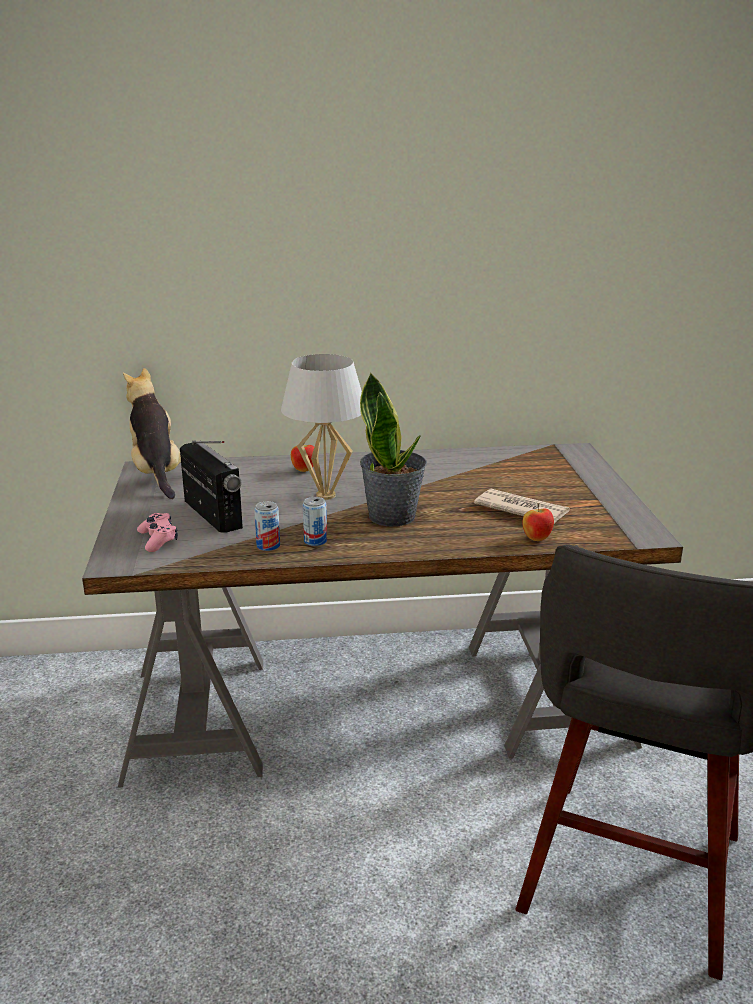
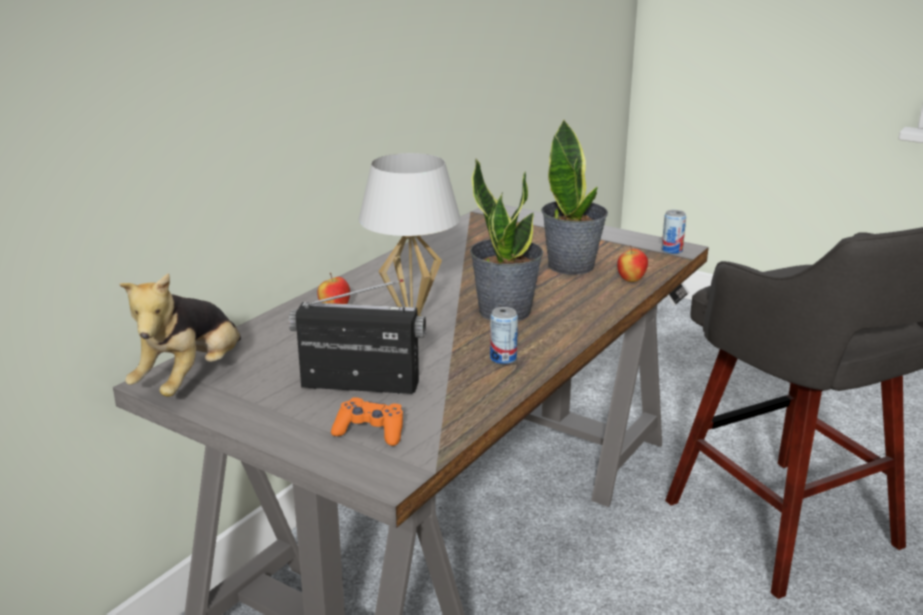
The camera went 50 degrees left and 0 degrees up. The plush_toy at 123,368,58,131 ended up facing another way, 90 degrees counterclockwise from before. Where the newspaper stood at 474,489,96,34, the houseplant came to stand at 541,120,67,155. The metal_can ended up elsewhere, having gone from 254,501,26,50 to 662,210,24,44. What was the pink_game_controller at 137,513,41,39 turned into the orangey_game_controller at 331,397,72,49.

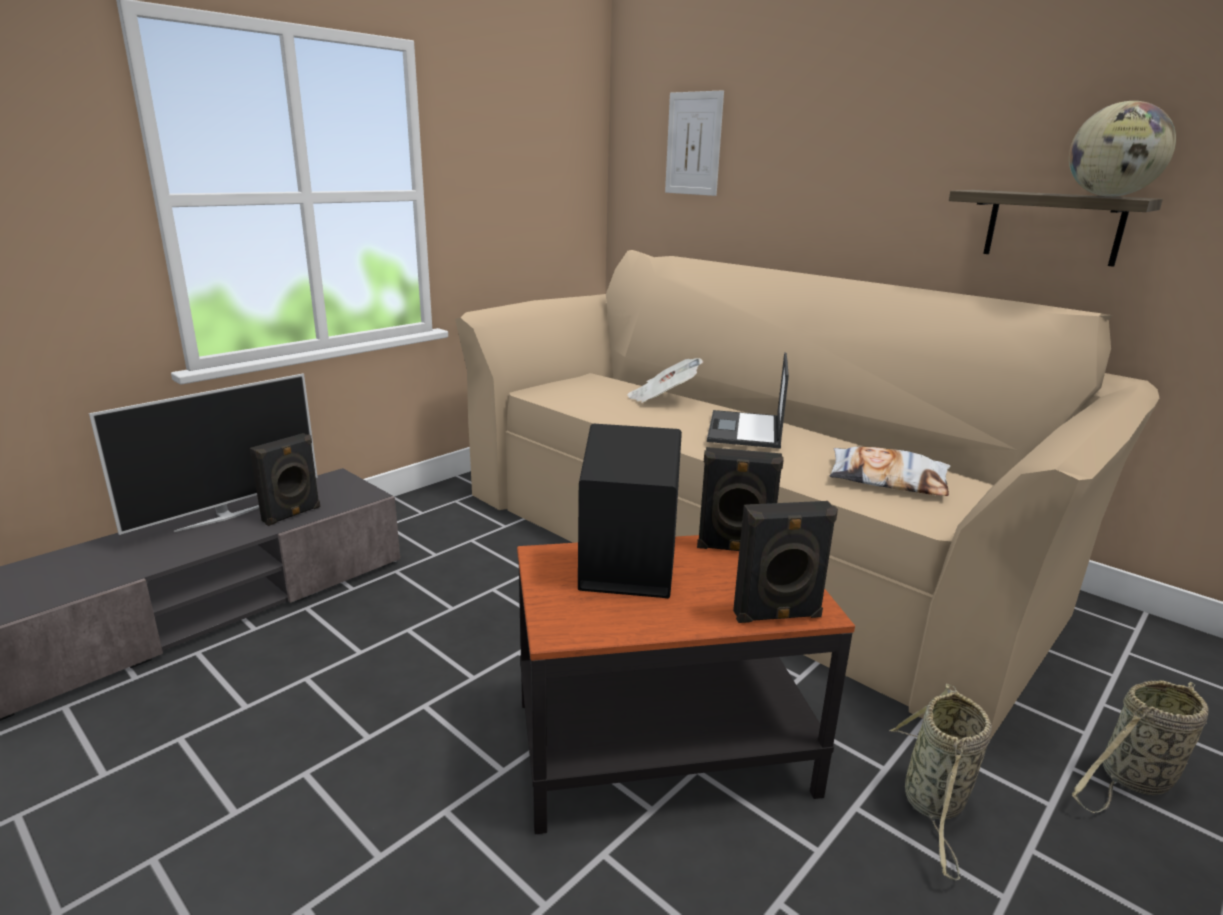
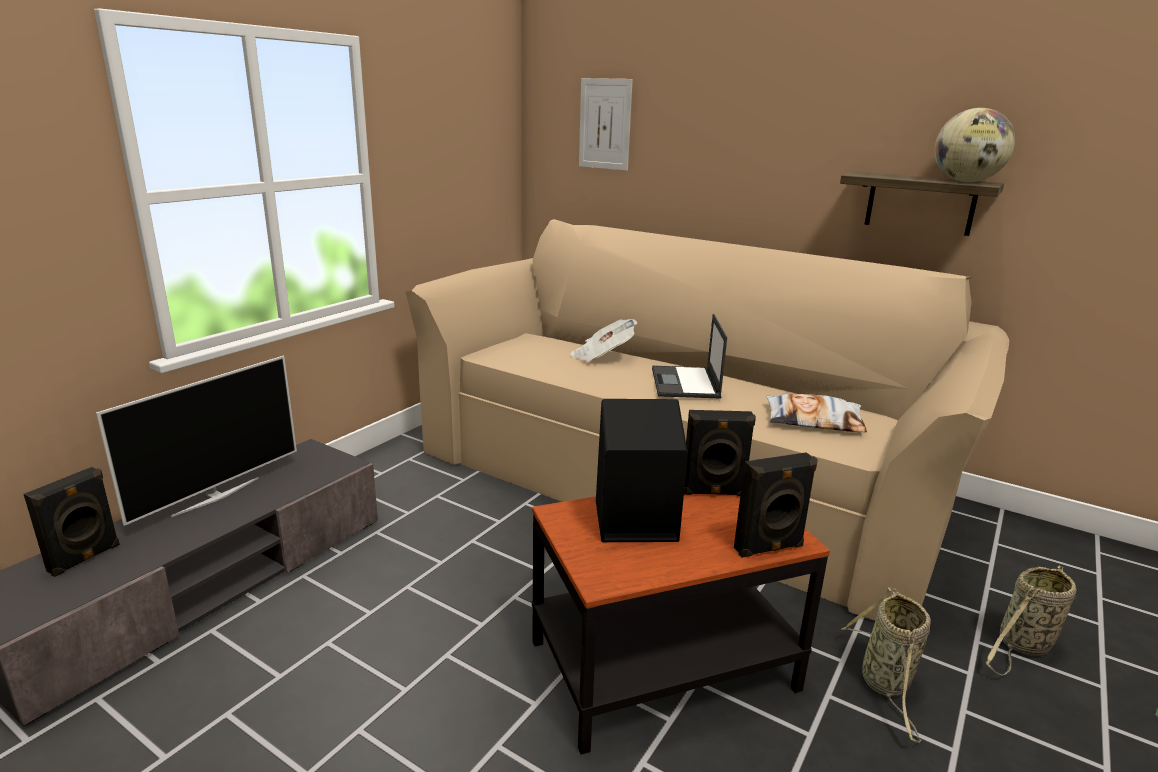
The camera went 10 degrees left and 0 degrees up. The black_speaker ended up elsewhere, having gone from 250,433,70,93 to 24,467,96,110.

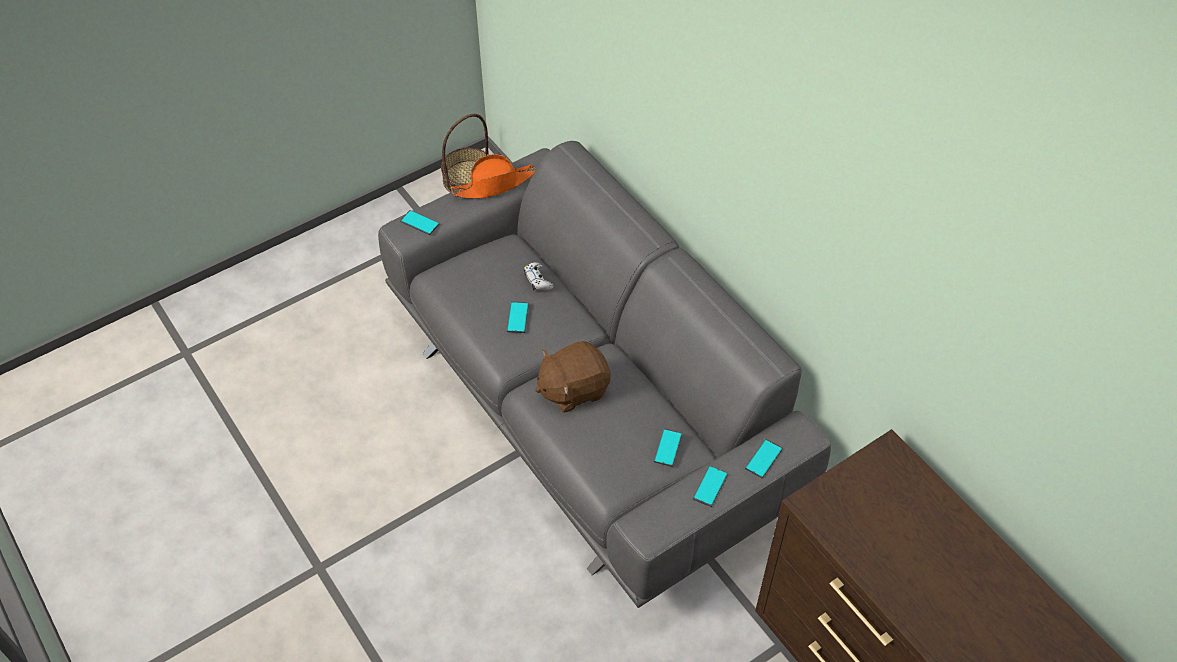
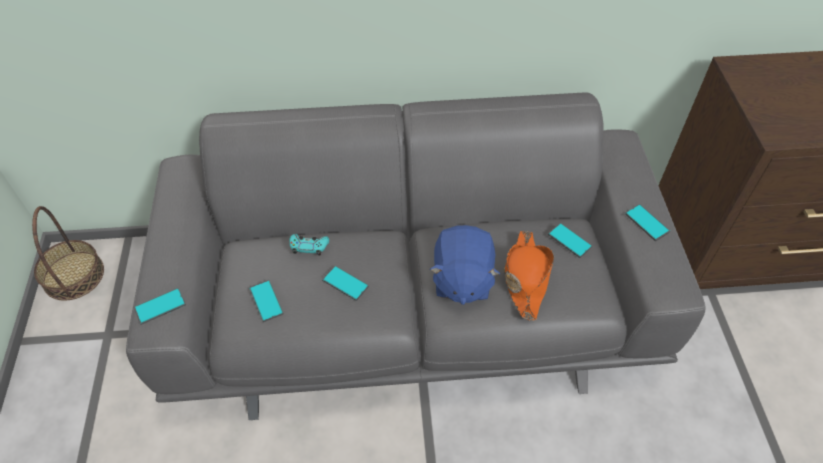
The camera went 60 degrees left and 0 degrees up. The orangey_clothing_hat ended up elsewhere, having gone from 451,154,85,45 to 503,230,51,91. What was the whitish_game_controller at 524,262,30,28 turned into the blue-green_game_controller at 289,234,40,22. What was the brown_plush_toy at 535,341,76,72 turned into the bluish_plush_toy at 430,225,70,80. The phone ended up elsewhere, having gone from 745,439,38,39 to 249,280,35,42.

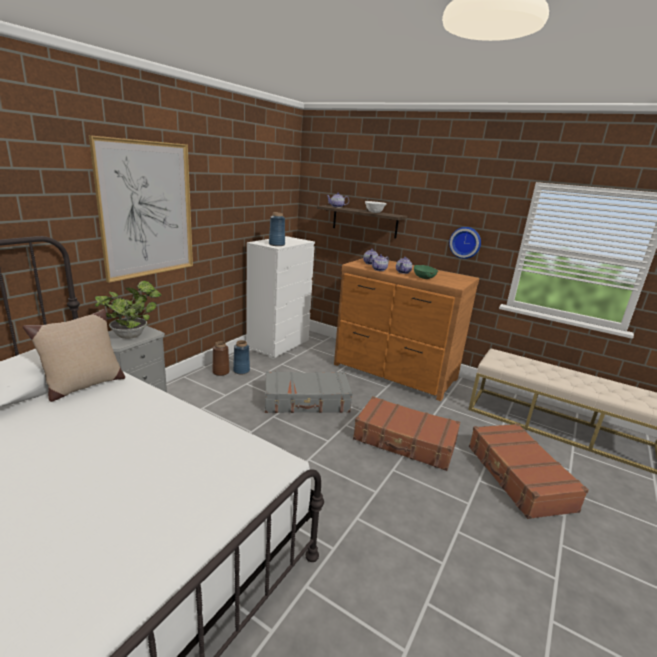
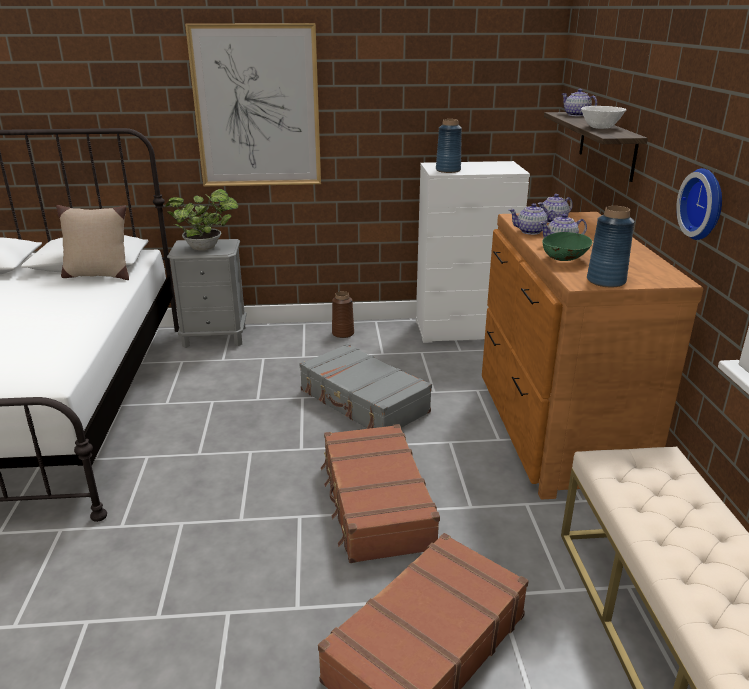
The camera went 55 degrees right and 5 degrees up. The bluish_vase ended up elsewhere, having gone from 233,340,17,34 to 587,206,48,81.

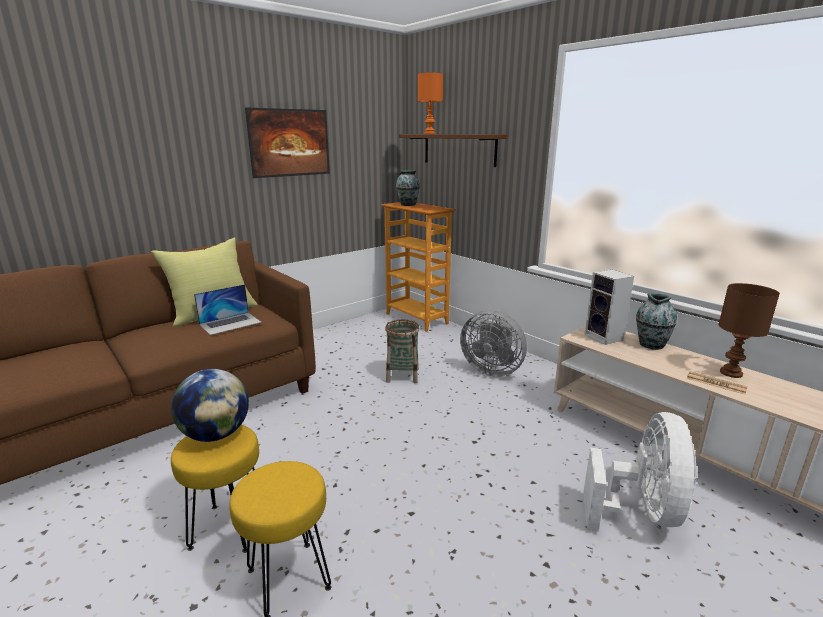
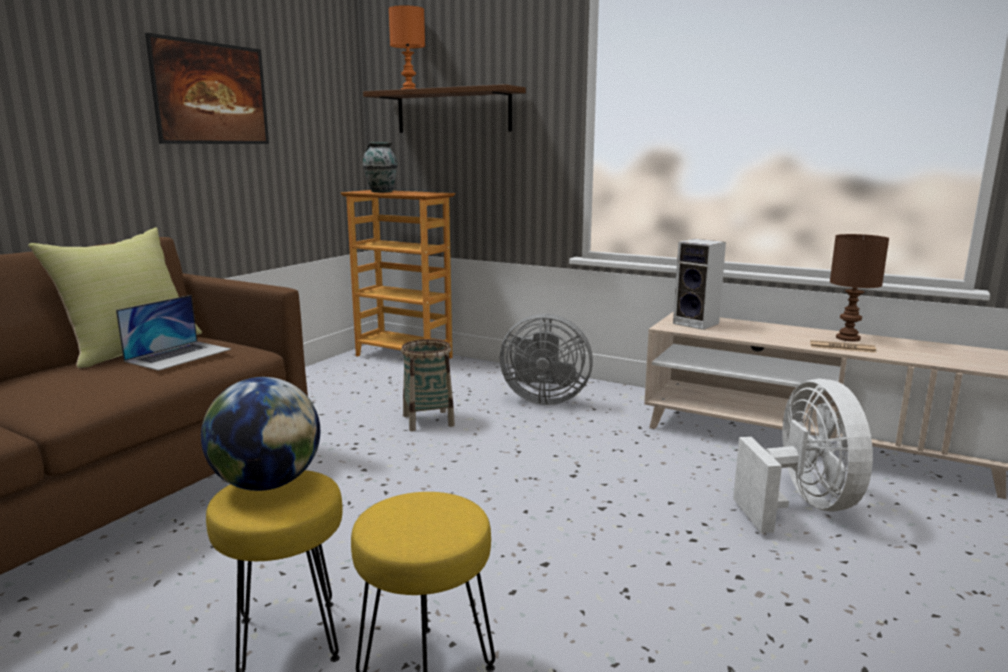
The camera went 20 degrees left and 5 degrees down. The second view lost the vase at 636,293,41,57.

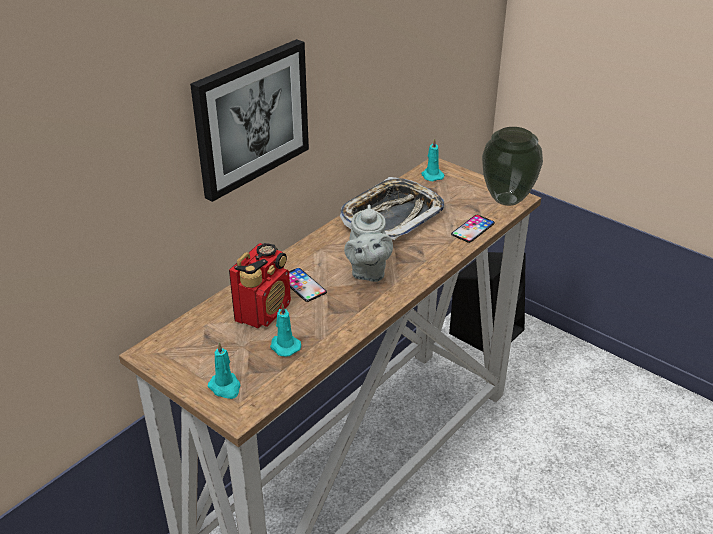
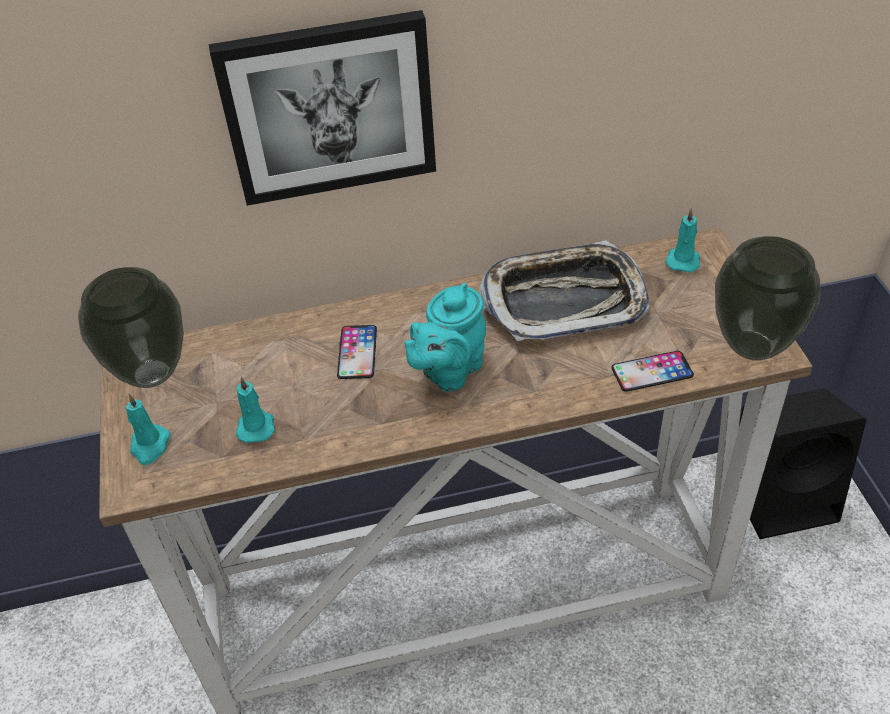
The camera went 40 degrees right and 10 degrees up. What was the grey_teapot at 344,205,49,77 turned into the blue-green_teapot at 404,283,82,109. The second view lost the radio_receiver at 229,243,62,85. The second view gained the vase at 78,267,106,121.

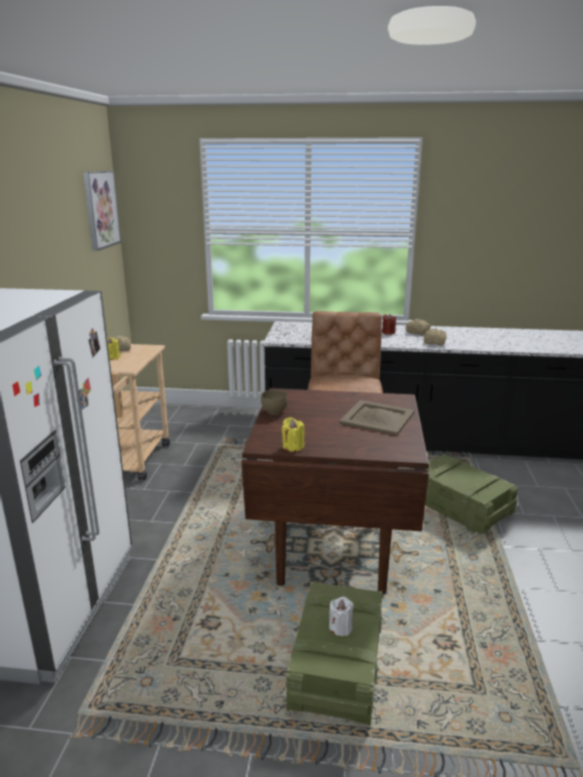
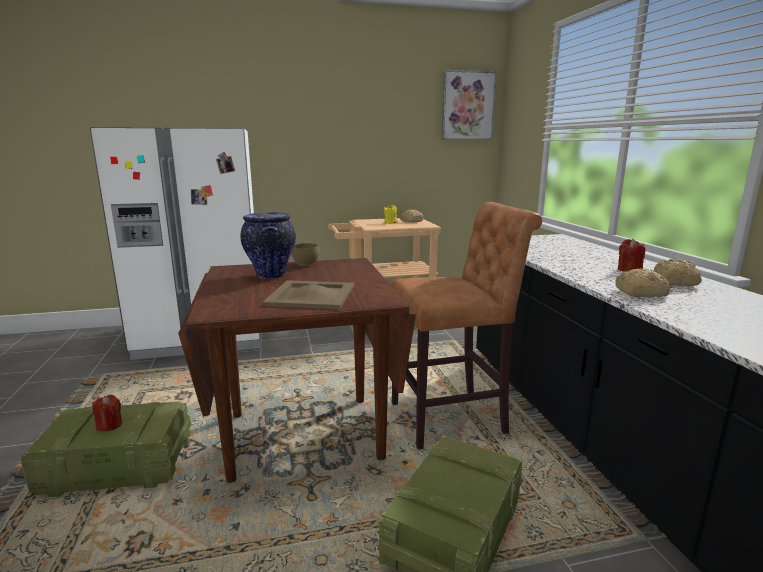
The camera went 70 degrees right and 5 degrees down. The second view lost the yellow_candle at 282,417,23,35. What was the whitish_candle at 329,597,25,39 turned into the red_candle at 93,395,29,37. The second view gained the vase at 241,212,55,67.

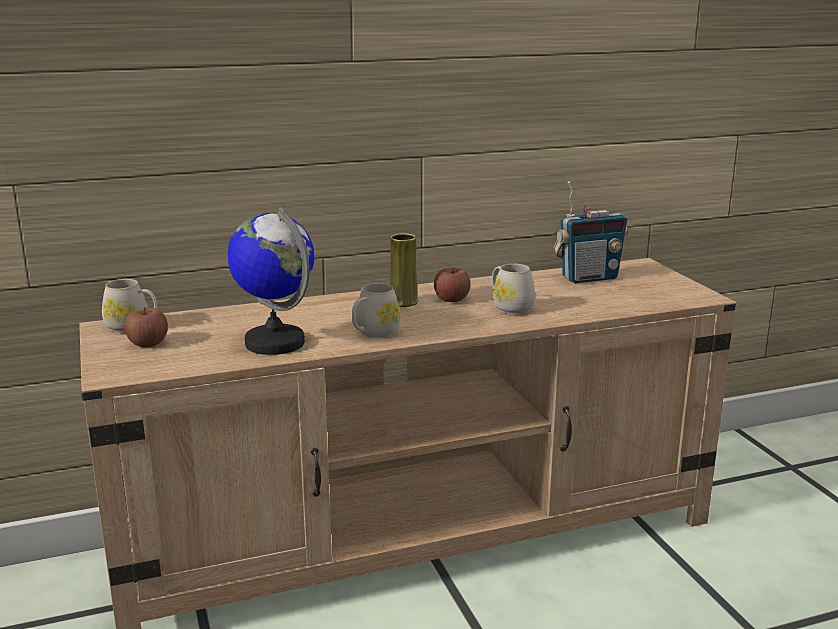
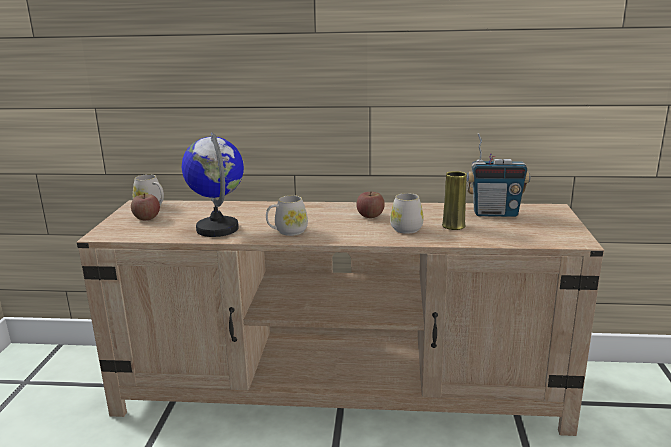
The camera went 25 degrees right and 0 degrees up. The yellow_vase ended up elsewhere, having gone from 390,234,28,73 to 442,171,25,59.

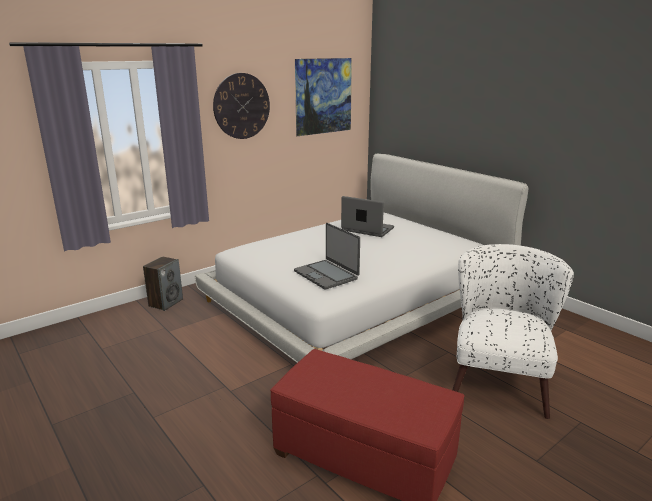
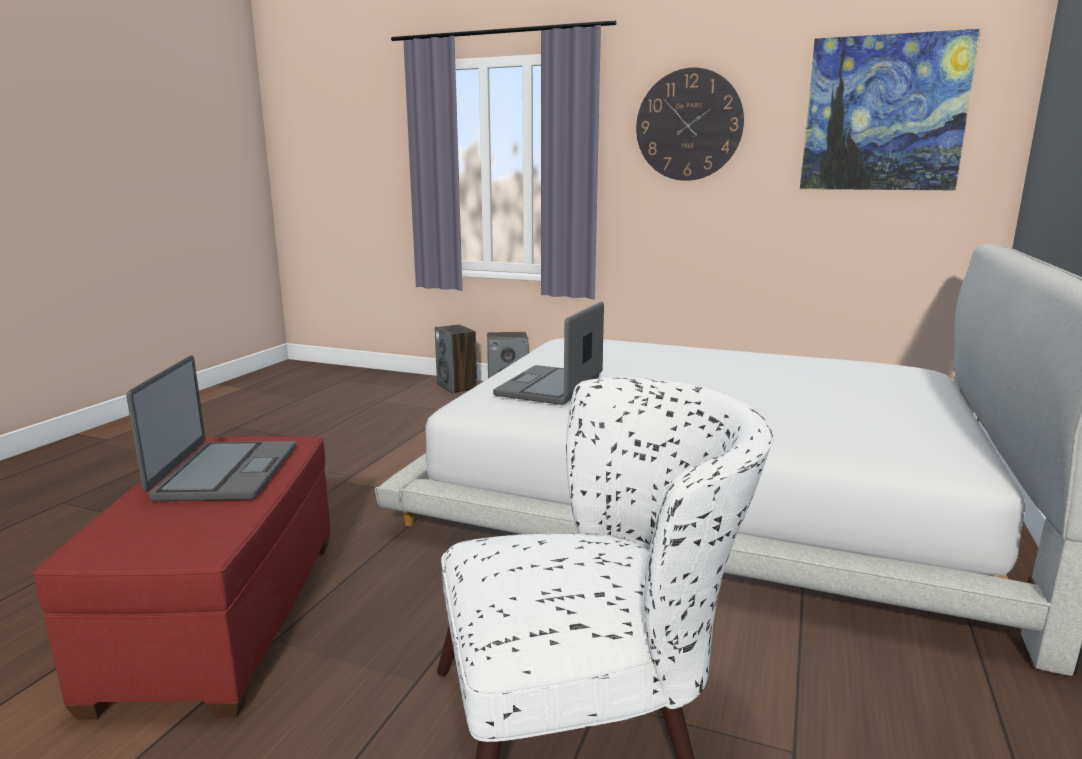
The camera went 60 degrees right and 5 degrees down. The laptop ended up elsewhere, having gone from 341,196,53,41 to 126,355,170,146. The second view gained the speaker at 435,325,42,69.

